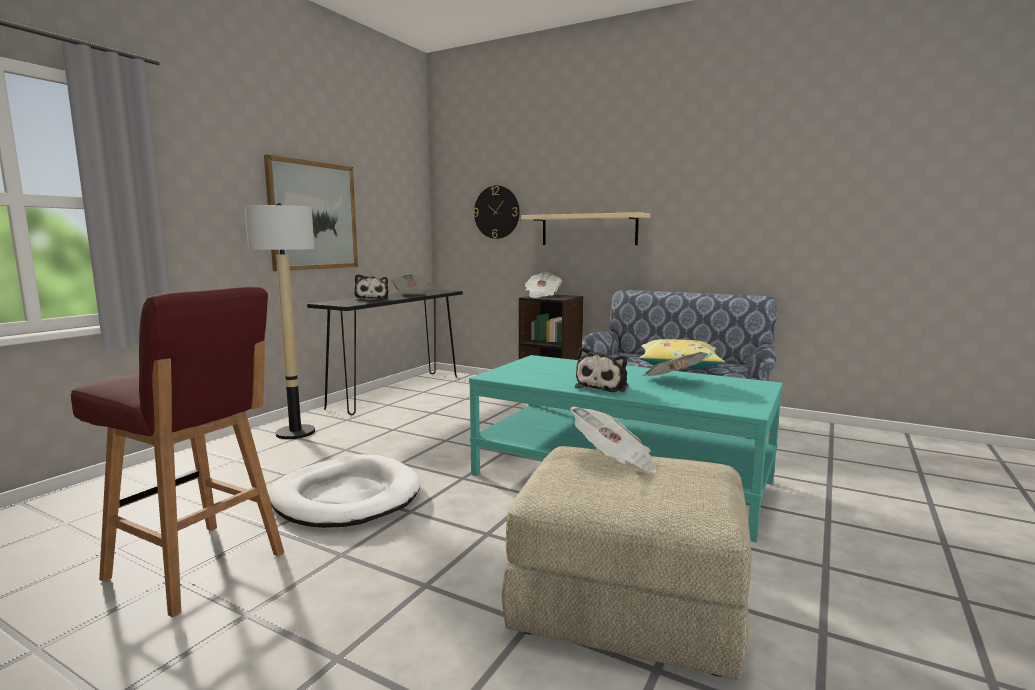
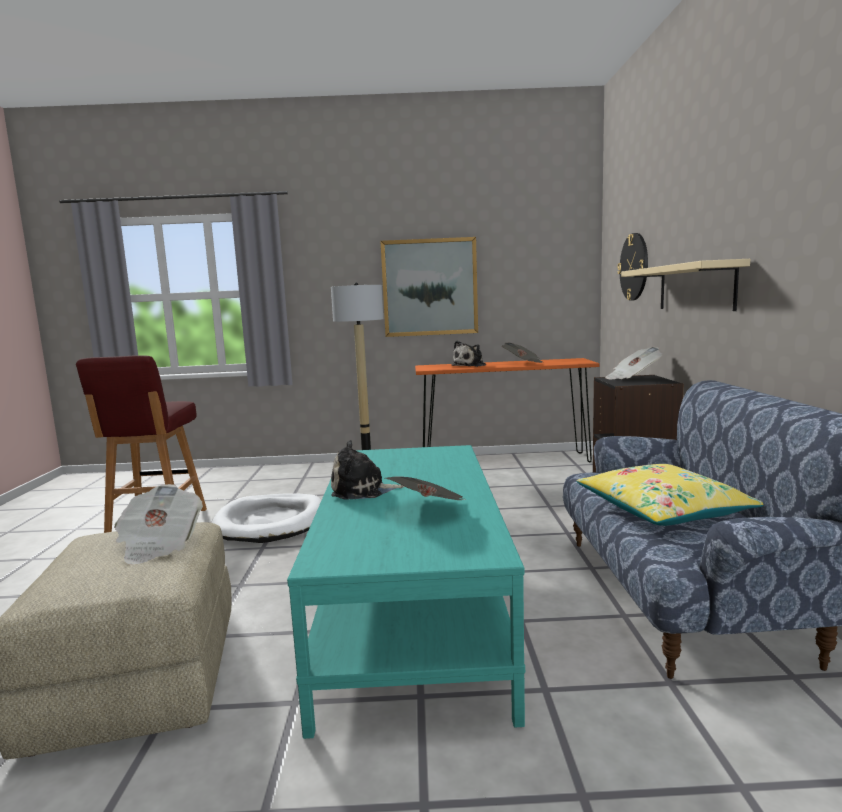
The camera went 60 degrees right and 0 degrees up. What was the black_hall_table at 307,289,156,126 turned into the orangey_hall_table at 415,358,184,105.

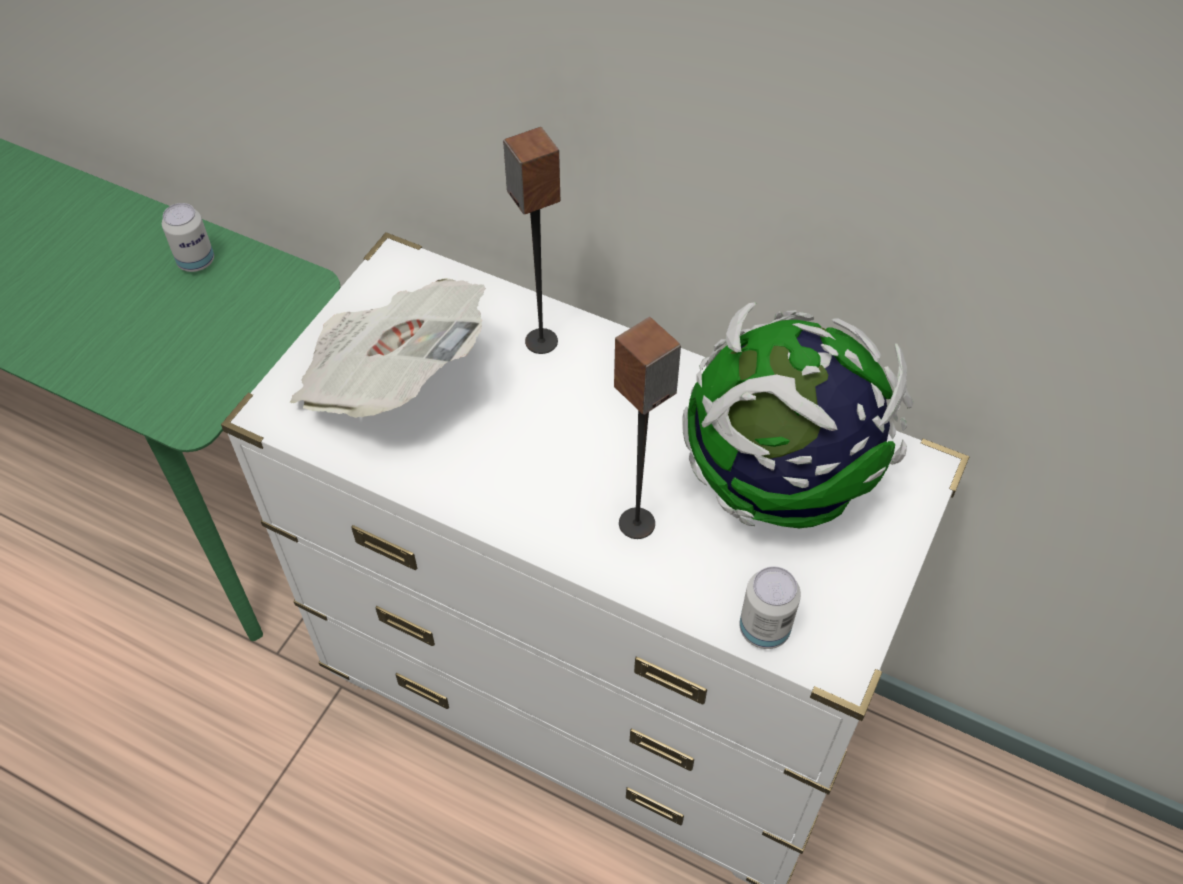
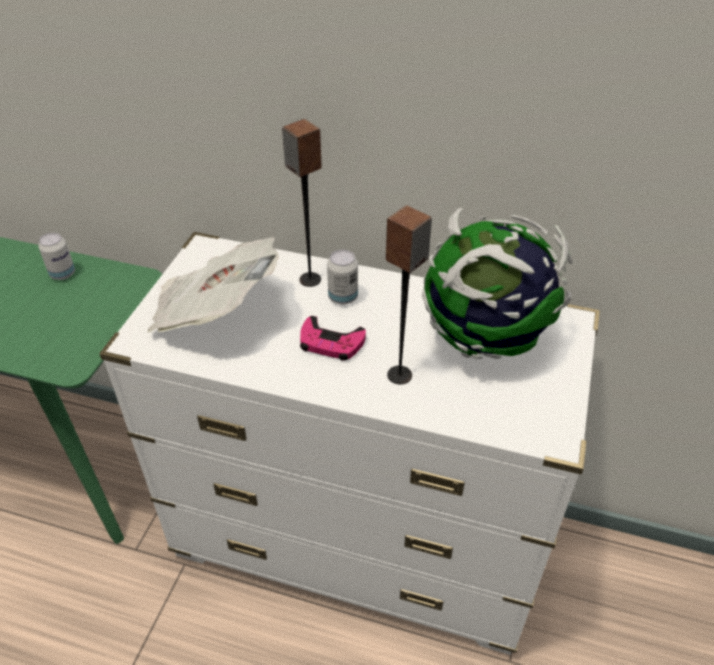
The camera went 10 degrees left and 10 degrees down. The metal_can ended up elsewhere, having gone from 739,567,62,82 to 327,249,31,56. The second view gained the pink_game_controller at 300,316,66,45.

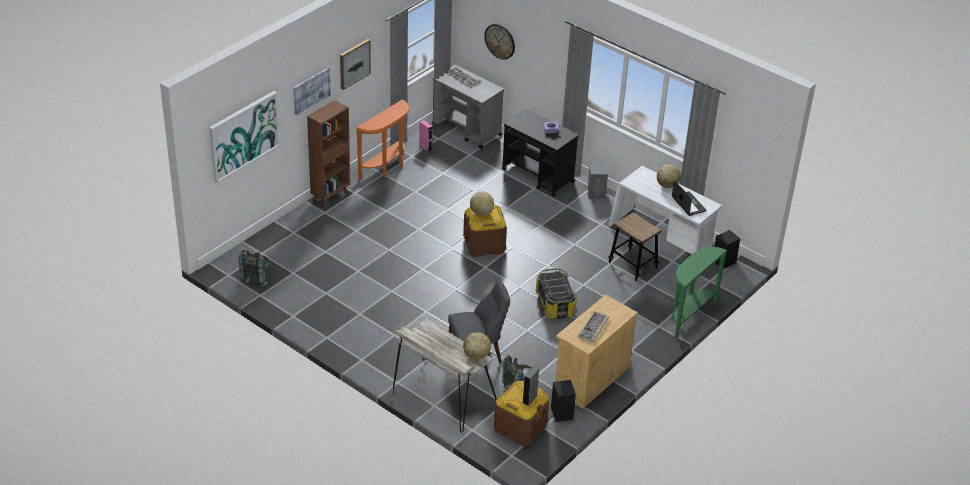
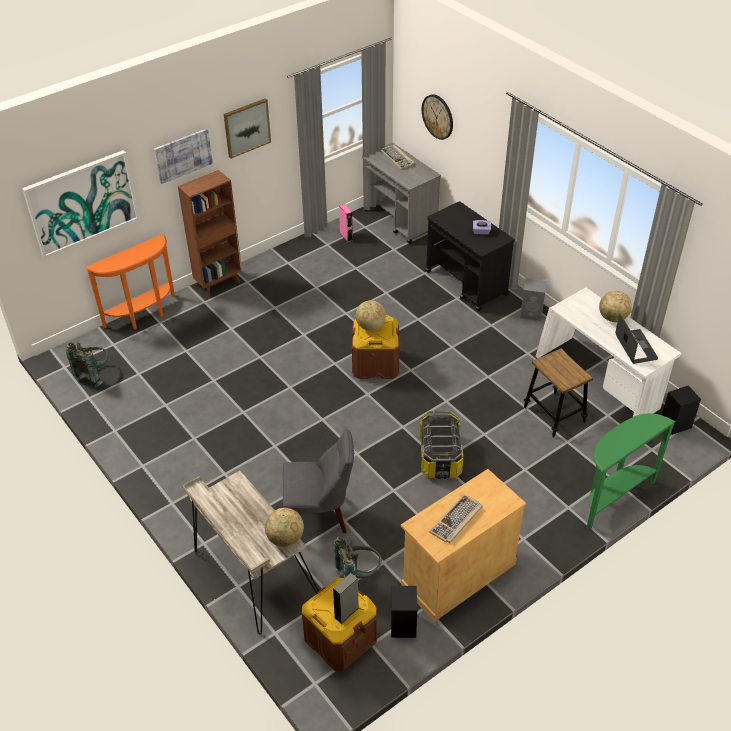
The camera went 15 degrees right and 5 degrees up. The orangey_hall_table ended up elsewhere, having gone from 356,99,53,80 to 86,234,89,96.

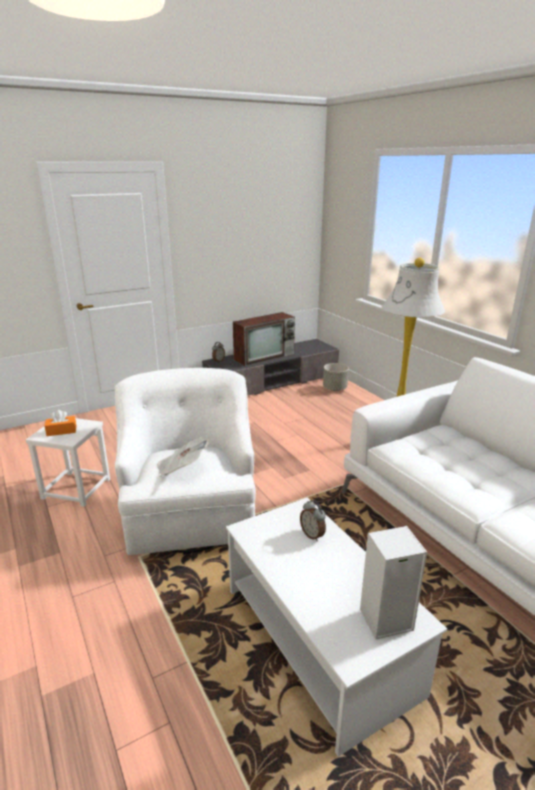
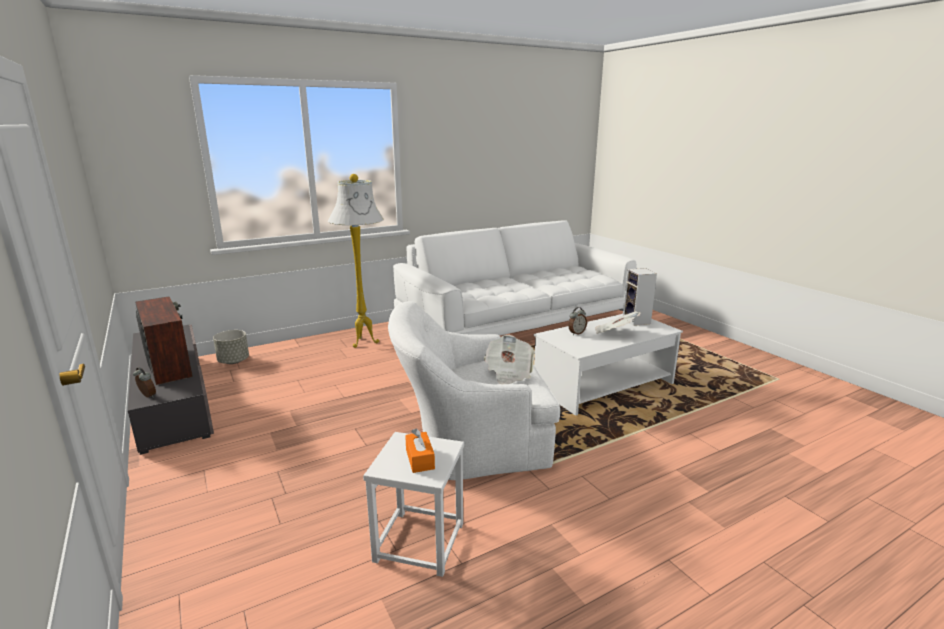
The camera went 90 degrees left and 5 degrees down. The second view gained the newspaper at 595,311,45,23.

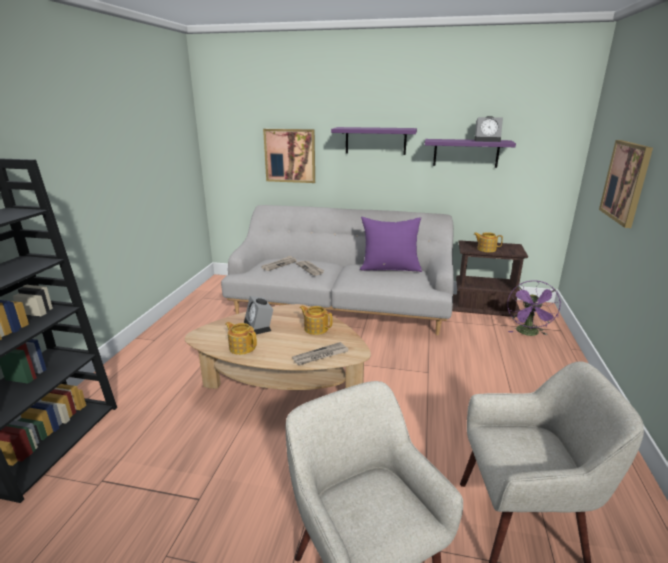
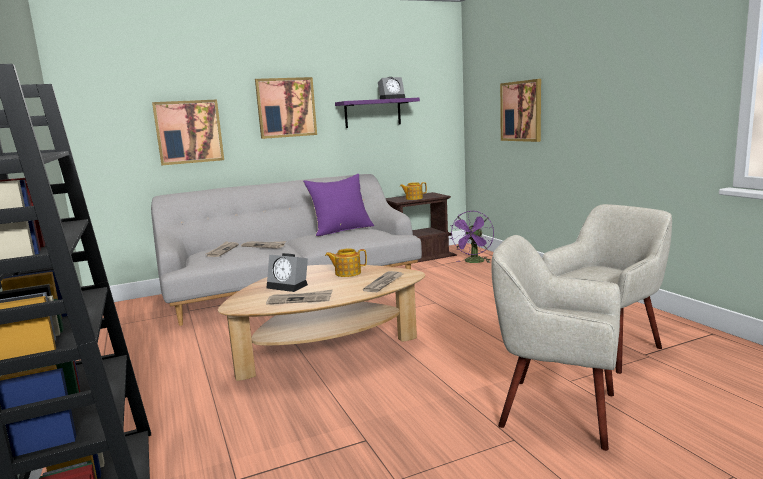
The camera went 35 degrees left and 10 degrees down. Where the purple_wall_shelf hung at 331,127,86,28, the wall_art came to hang at 255,77,62,62. The purple_fan at 507,280,54,56 ended up facing another way, 45 degrees clockwise from before. Where the teapot stood at 225,322,32,33, the newspaper came to stand at 266,289,67,16.

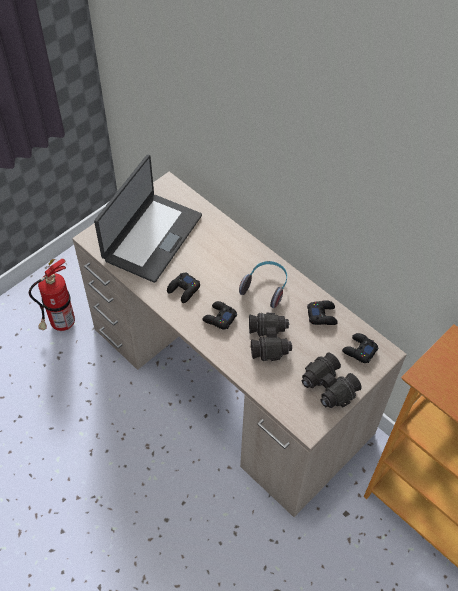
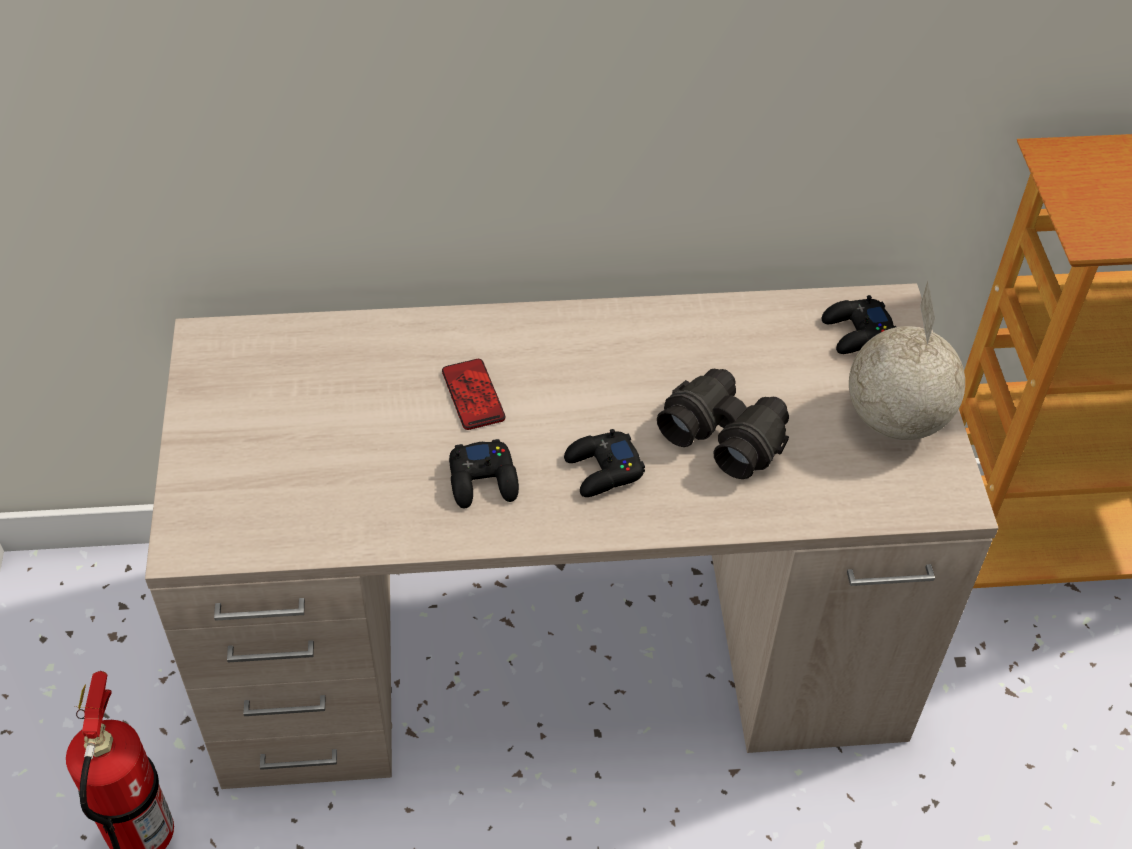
The camera went 50 degrees left and 5 degrees down. The second view lost the laptop at 94,155,108,128. The second view lost the pair_of_headphones at 239,261,48,47. The second view lost the black_game_controller at 307,300,31,25. Where the black_field_glasses stood at 302,353,60,55, the world_globe came to stand at 849,279,116,161. The second view gained the phone at 442,359,63,71.

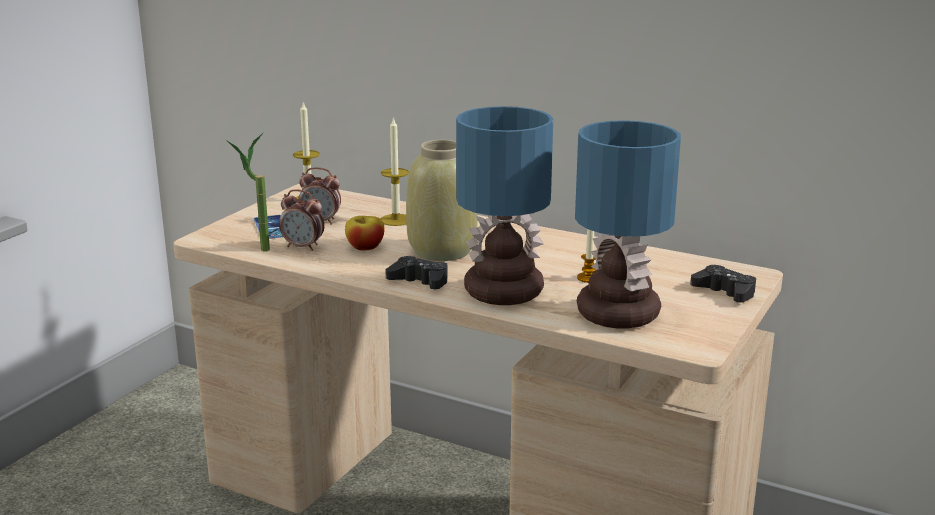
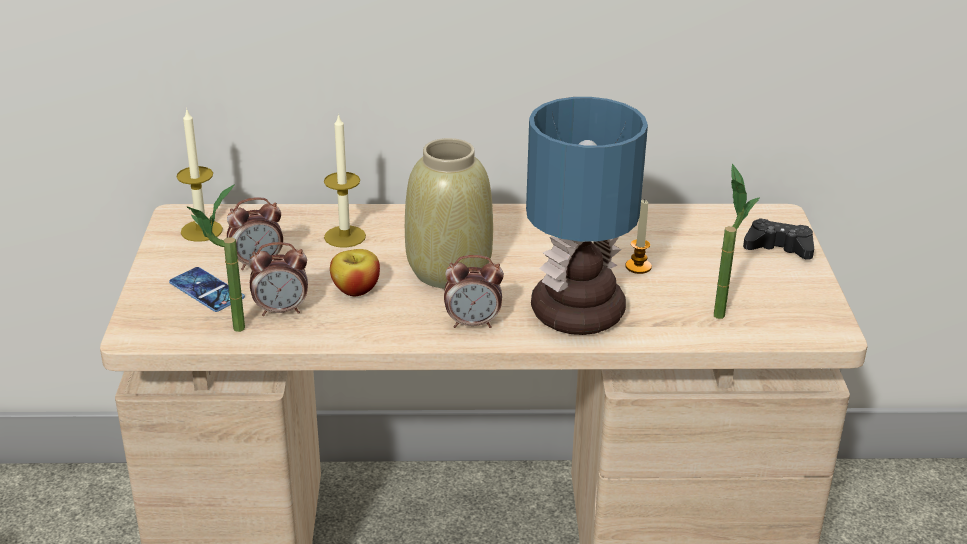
The camera went 30 degrees left and 10 degrees up. Where the table_lamp stood at 575,120,106,209, the houseplant came to stand at 714,164,46,155. Where the black_game_controller stood at 385,256,63,33, the table_clock came to stand at 444,255,60,73.

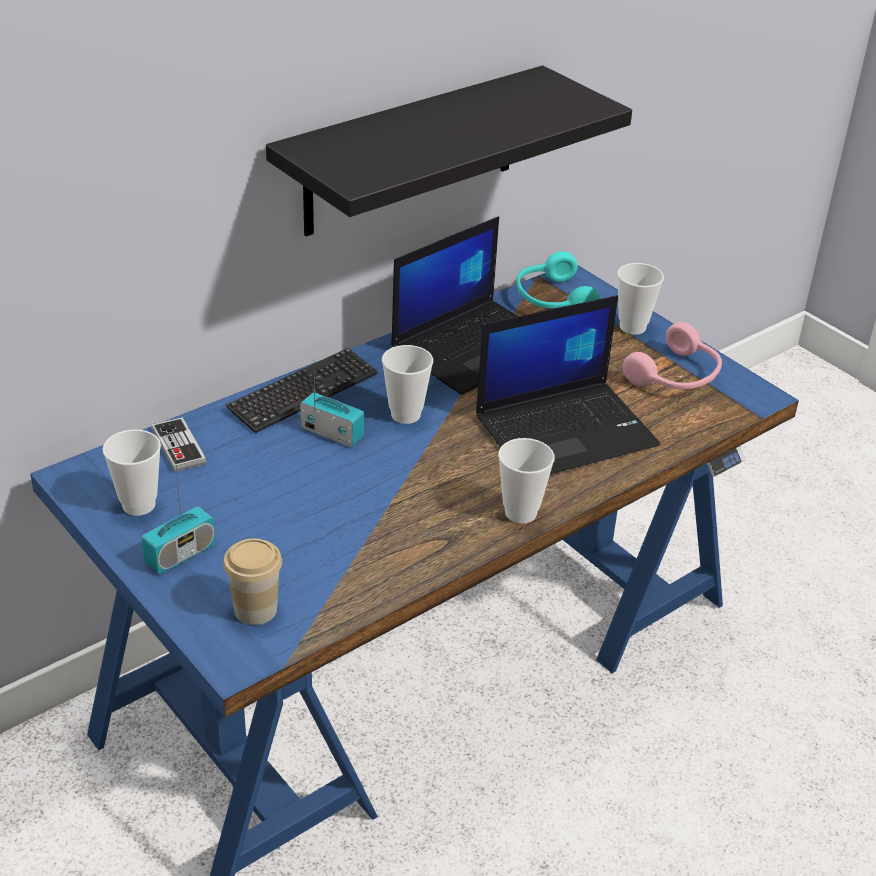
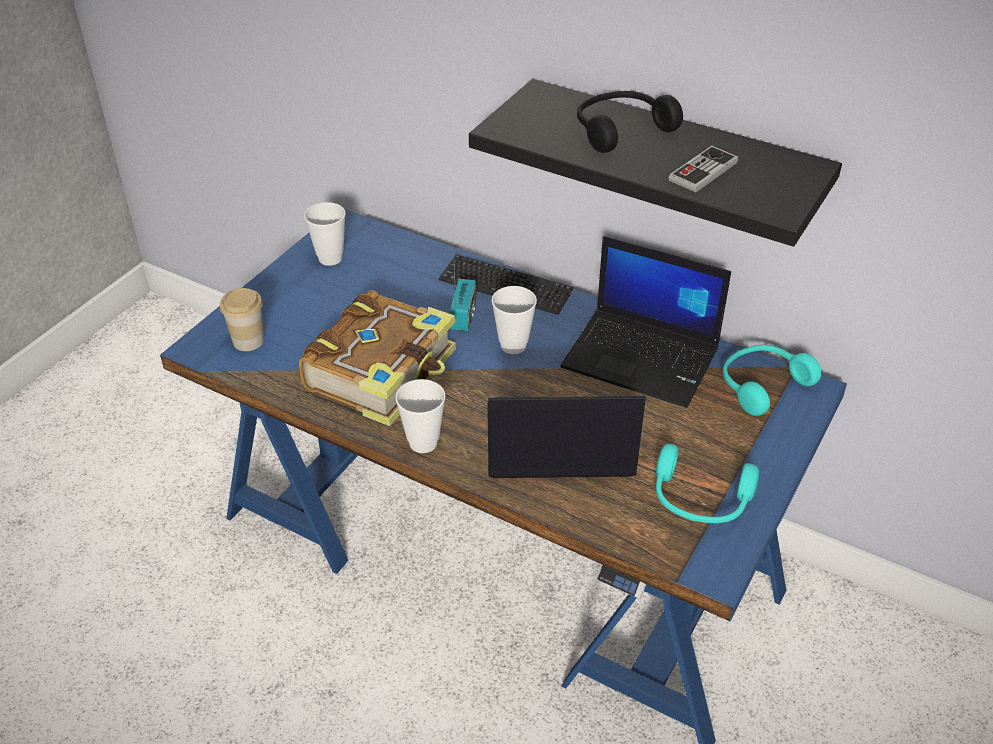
The camera went 70 degrees right and 5 degrees up. The second view lost the drinking_cup at 617,263,47,72. The laptop at 476,295,184,179 ended up facing another way, 135 degrees clockwise from before. What was the pink_pair_of_headphones at 623,322,99,67 turned into the blue-green_pair_of_headphones at 656,444,103,79. The game_controller ended up elsewhere, having gone from 152,417,55,55 to 669,146,69,46. The second view lost the radio_receiver at 142,461,73,113. The second view gained the black_pair_of_headphones at 577,91,106,62. The second view gained the book at 299,290,157,136.

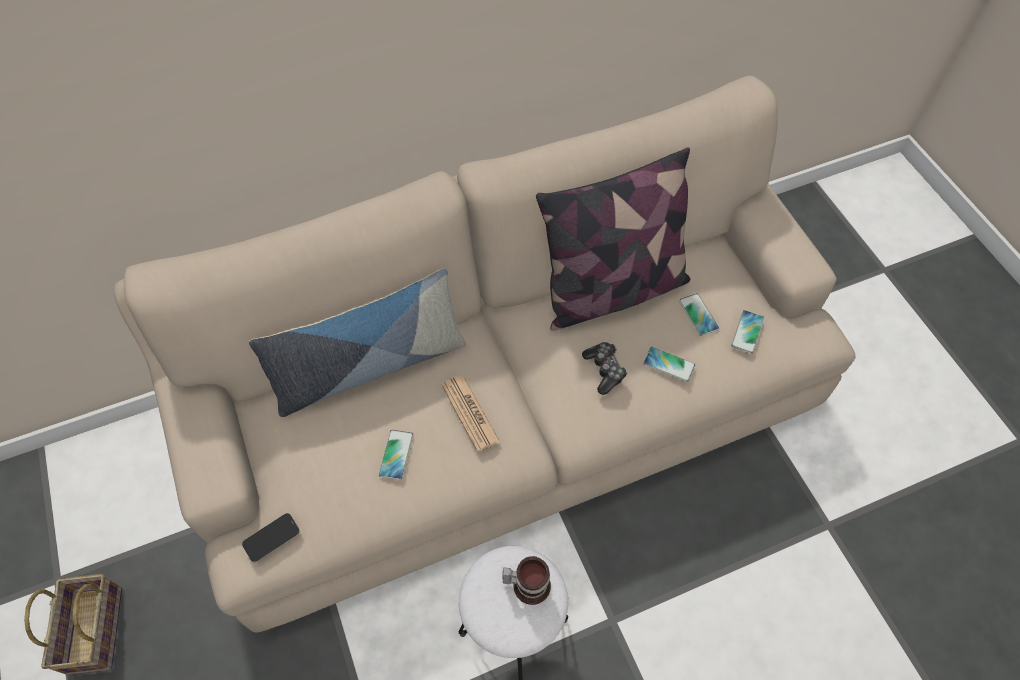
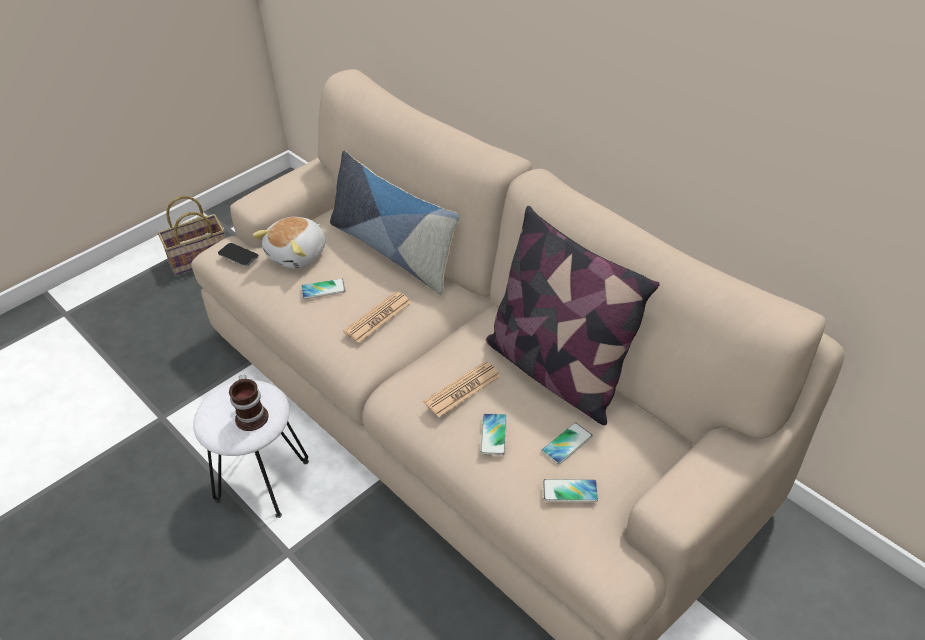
The camera went 70 degrees right and 15 degrees down. Where the game_controller stood at 582,342,46,53, the newspaper came to stand at 424,361,77,56. The second view gained the plush_toy at 253,217,73,52.

